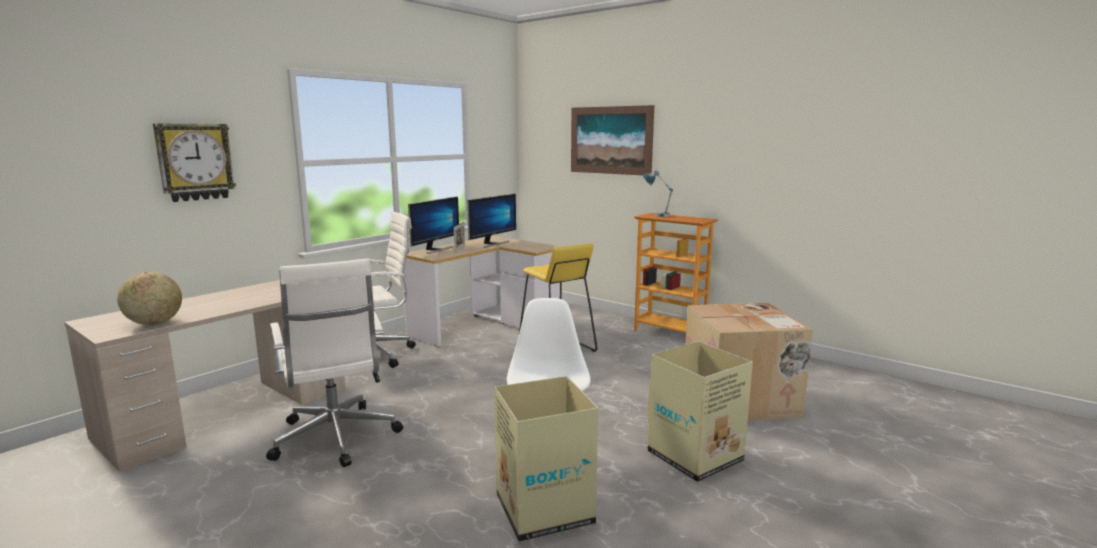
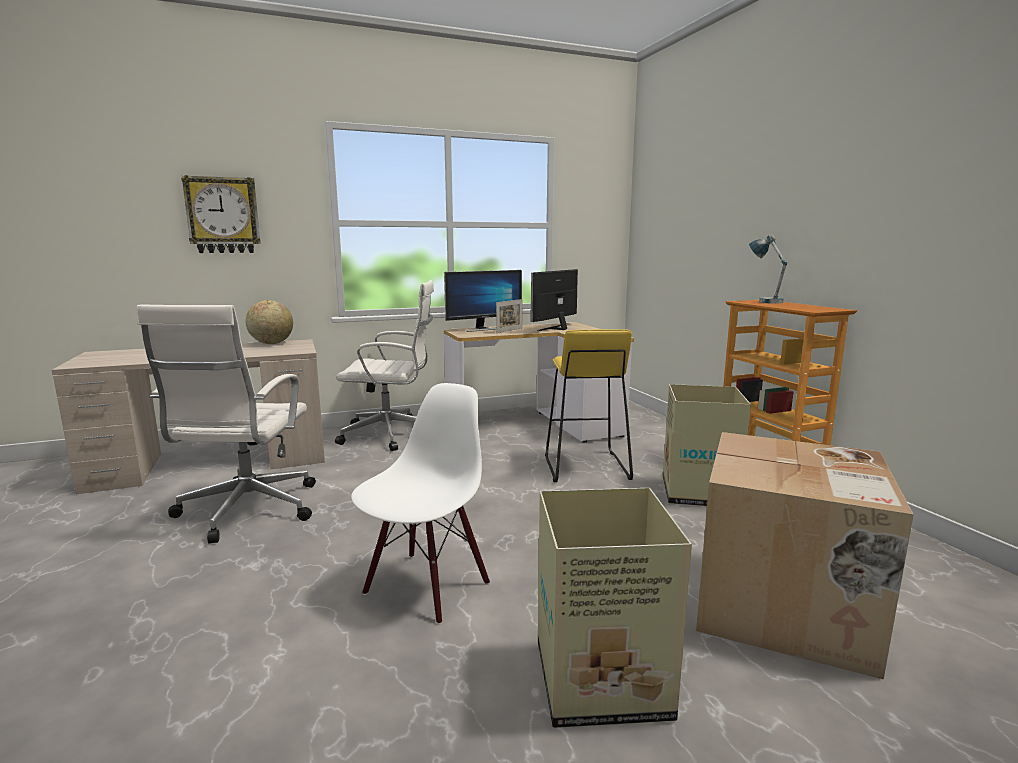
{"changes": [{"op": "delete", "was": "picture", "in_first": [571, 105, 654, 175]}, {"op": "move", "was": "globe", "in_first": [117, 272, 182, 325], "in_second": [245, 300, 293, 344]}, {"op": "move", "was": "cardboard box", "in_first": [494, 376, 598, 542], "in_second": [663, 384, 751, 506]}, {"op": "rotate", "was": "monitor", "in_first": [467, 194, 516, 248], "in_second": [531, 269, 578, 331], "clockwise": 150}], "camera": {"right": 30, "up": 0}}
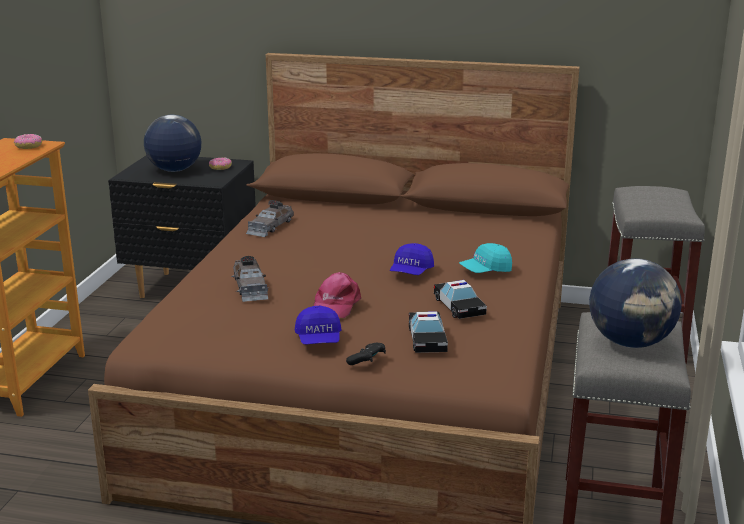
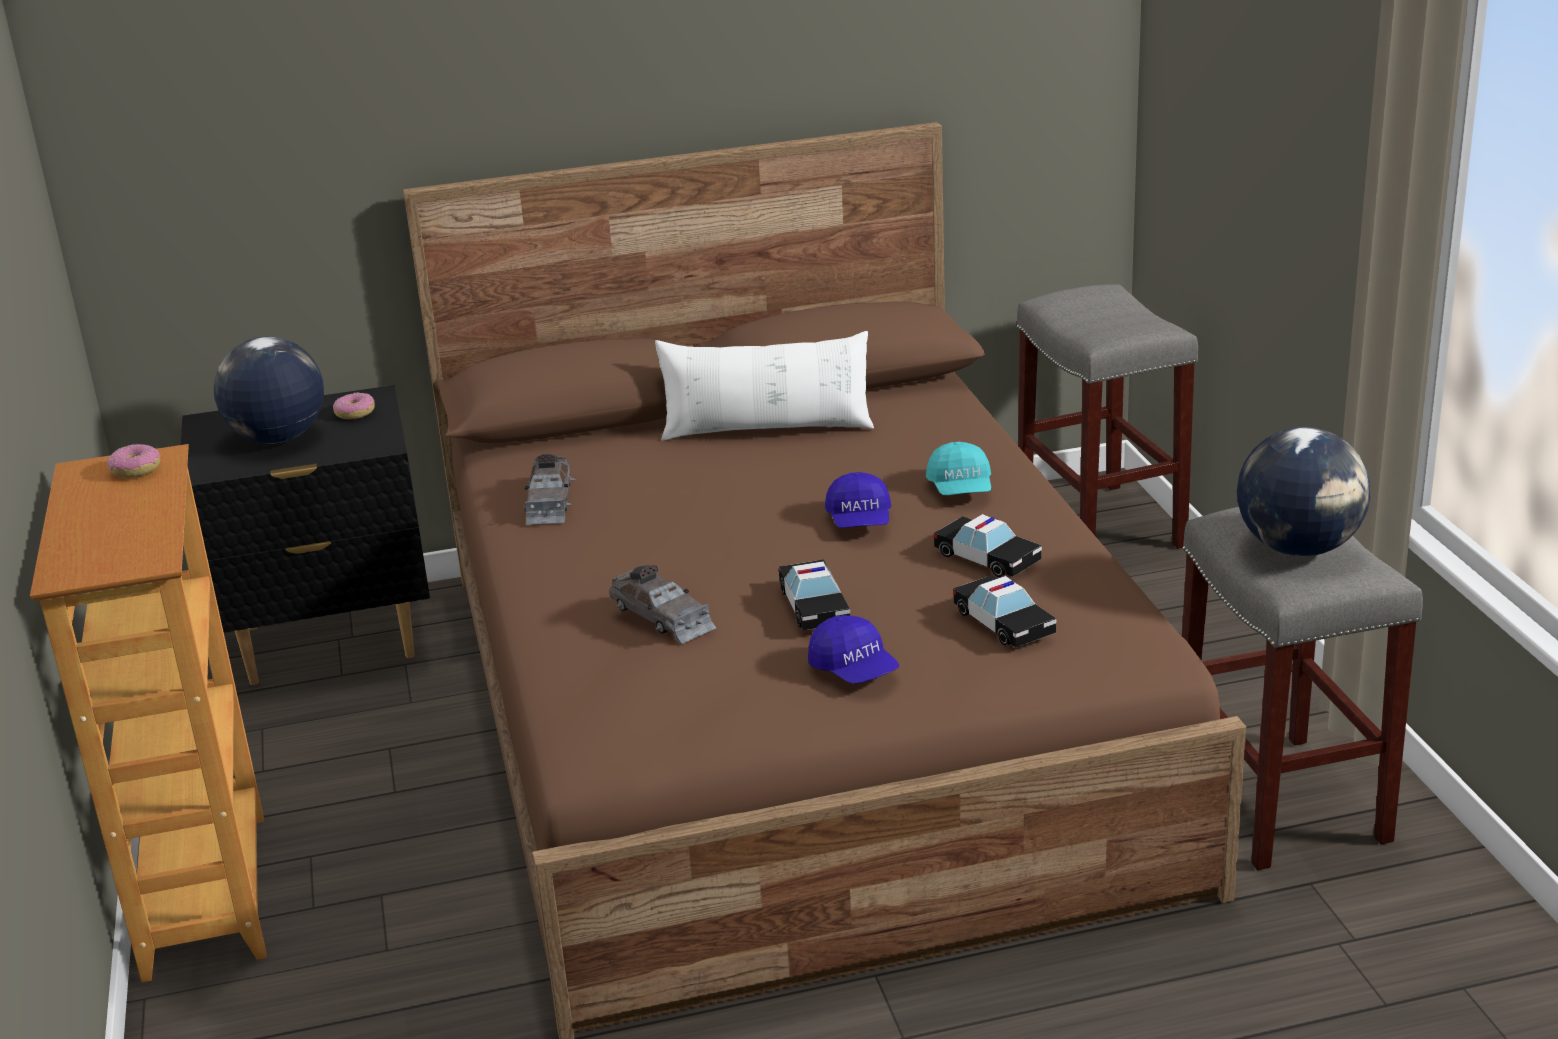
{"changes": [{"op": "delete", "was": "game controller/black", "in_first": [346, 343, 386, 365]}, {"op": "insert", "now": "pillow/white", "in_second": [655, 331, 874, 441]}, {"op": "replace", "was": "cap/pink", "now": "toy car", "in_first": [314, 272, 361, 318], "in_second": [778, 559, 850, 630]}, {"op": "rotate", "was": "cap/turquoise", "in_first": [459, 243, 512, 273], "in_second": [926, 442, 991, 495], "clockwise": -45}], "camera": {"right": -25, "up": 5}}
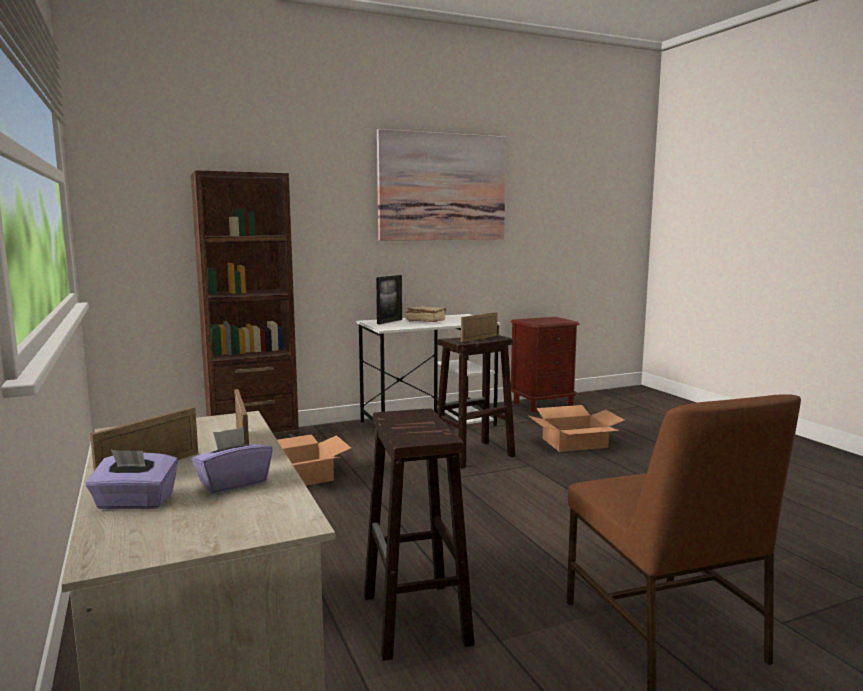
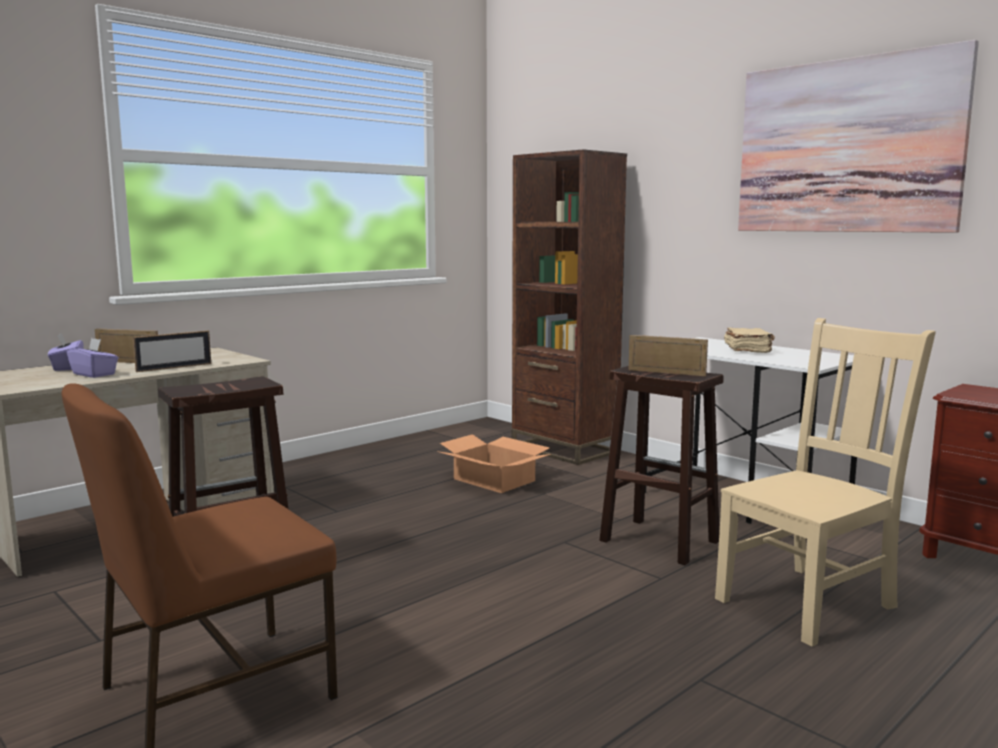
{"changes": [{"op": "delete", "was": "picture frame", "in_first": [376, 275, 402, 324]}, {"op": "replace", "was": "cardboard box", "now": "chair/beige", "in_first": [529, 405, 624, 452], "in_second": [715, 318, 936, 647]}], "camera": {"right": 70, "up": 0}}
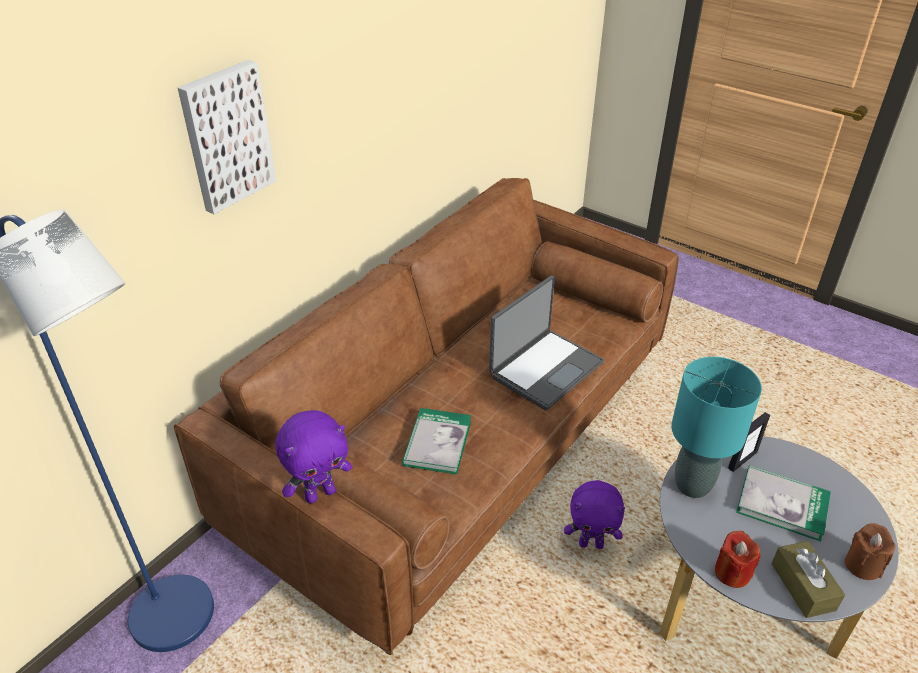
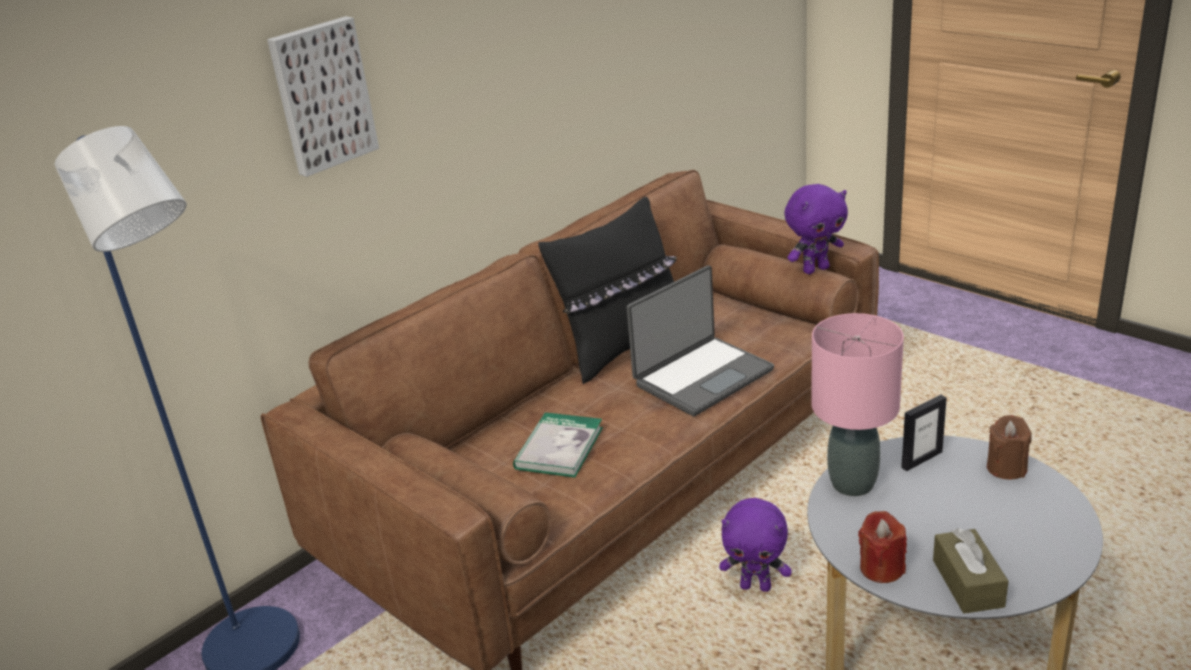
{"changes": [{"op": "delete", "was": "book", "in_first": [736, 465, 831, 541]}, {"op": "insert", "now": "pillow/black", "in_second": [539, 197, 677, 384]}, {"op": "move", "was": "plush toy/purple", "in_first": [275, 410, 352, 504], "in_second": [784, 184, 848, 274]}, {"op": "move", "was": "candle/brown", "in_first": [845, 523, 895, 580], "in_second": [987, 415, 1032, 480]}, {"op": "recolor", "was": "table lamp/turquoise", "now": "table lamp/pink", "in_first": [671, 357, 762, 498], "in_second": [811, 313, 904, 496]}], "camera": {"right": 10, "up": -10}}
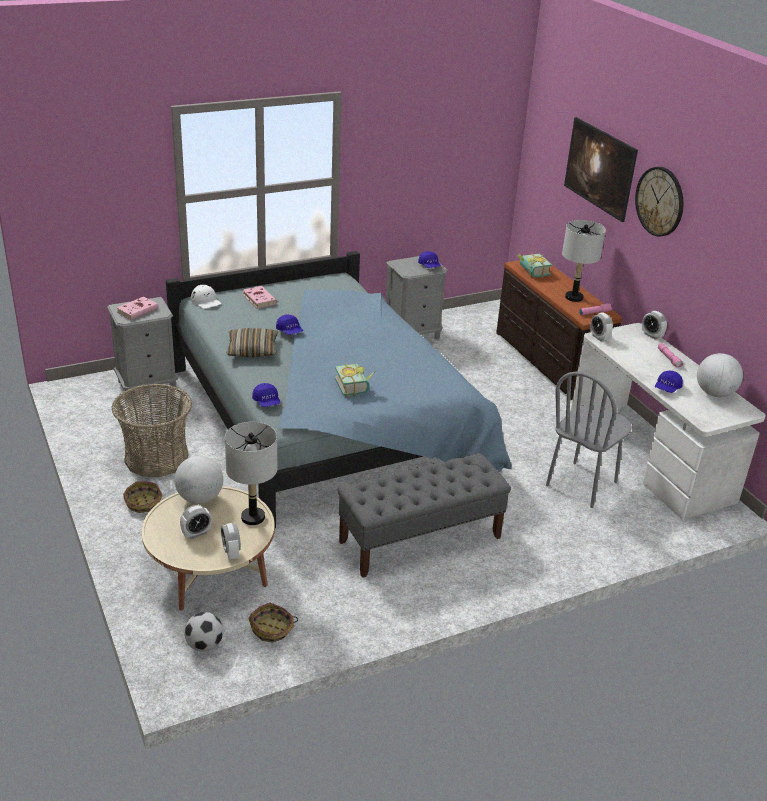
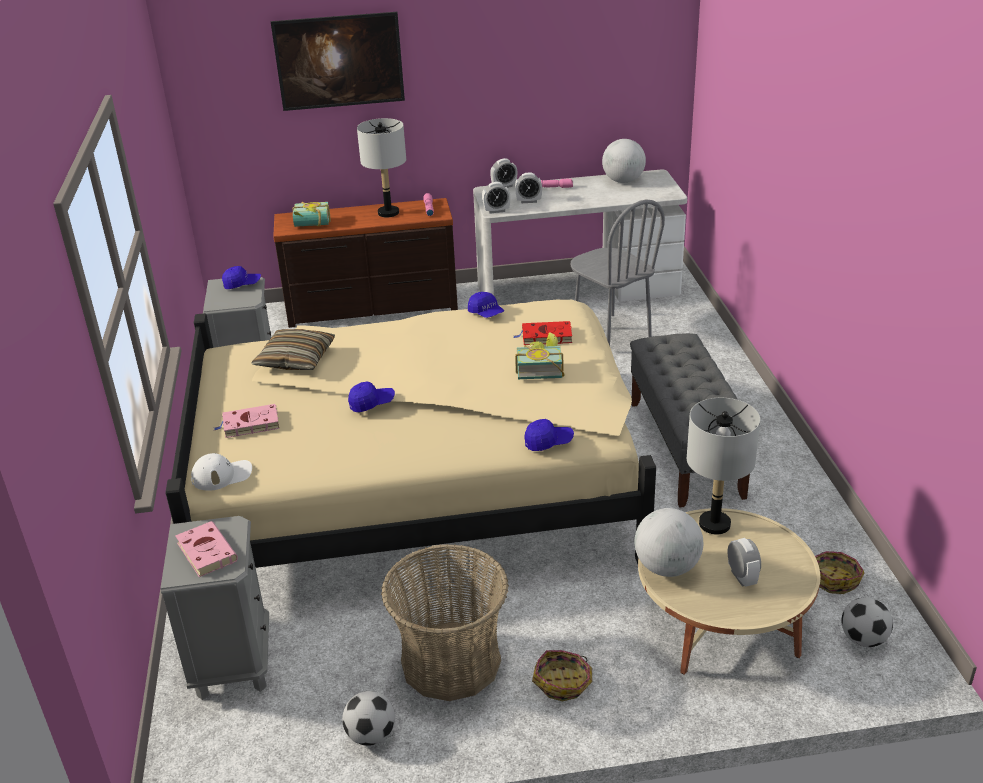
{"changes": [{"op": "delete", "was": "wall clock", "in_first": [635, 167, 684, 236]}, {"op": "insert", "now": "football", "in_second": [342, 691, 395, 746]}, {"op": "insert", "now": "book/red", "in_second": [514, 321, 572, 345]}, {"op": "move", "was": "alarm clock", "in_first": [221, 523, 241, 559], "in_second": [515, 173, 542, 203]}, {"op": "move", "was": "pillow", "in_first": [226, 328, 278, 357], "in_second": [251, 329, 335, 370]}, {"op": "move", "was": "cap/blue", "in_first": [655, 371, 683, 393], "in_second": [468, 292, 504, 318]}, {"op": "recolor", "was": "bed/blue", "now": "bed/beige", "in_first": [166, 251, 512, 528], "in_second": [165, 300, 656, 568]}], "camera": {"right": -70, "up": 0}}
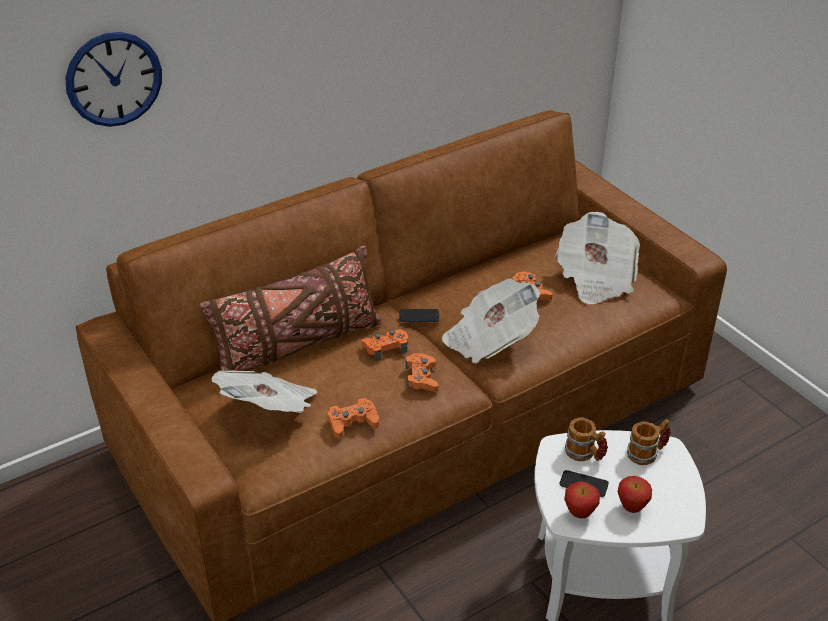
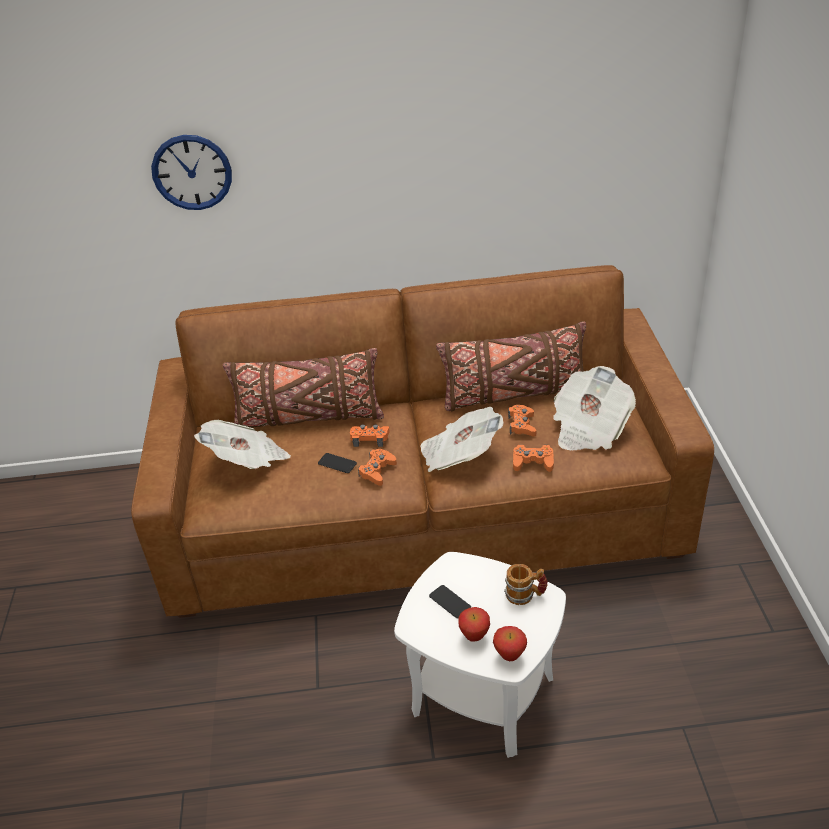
{"changes": [{"op": "delete", "was": "mug", "in_first": [565, 418, 608, 461]}, {"op": "insert", "now": "pillow/brown", "in_second": [436, 321, 586, 411]}, {"op": "move", "was": "game controller/orange", "in_first": [328, 398, 379, 439], "in_second": [513, 444, 554, 472]}, {"op": "move", "was": "phone", "in_first": [400, 309, 439, 322], "in_second": [318, 453, 357, 473]}, {"op": "move", "was": "apple", "in_first": [564, 481, 600, 519], "in_second": [493, 626, 527, 661]}], "camera": {"right": 30, "up": 0}}
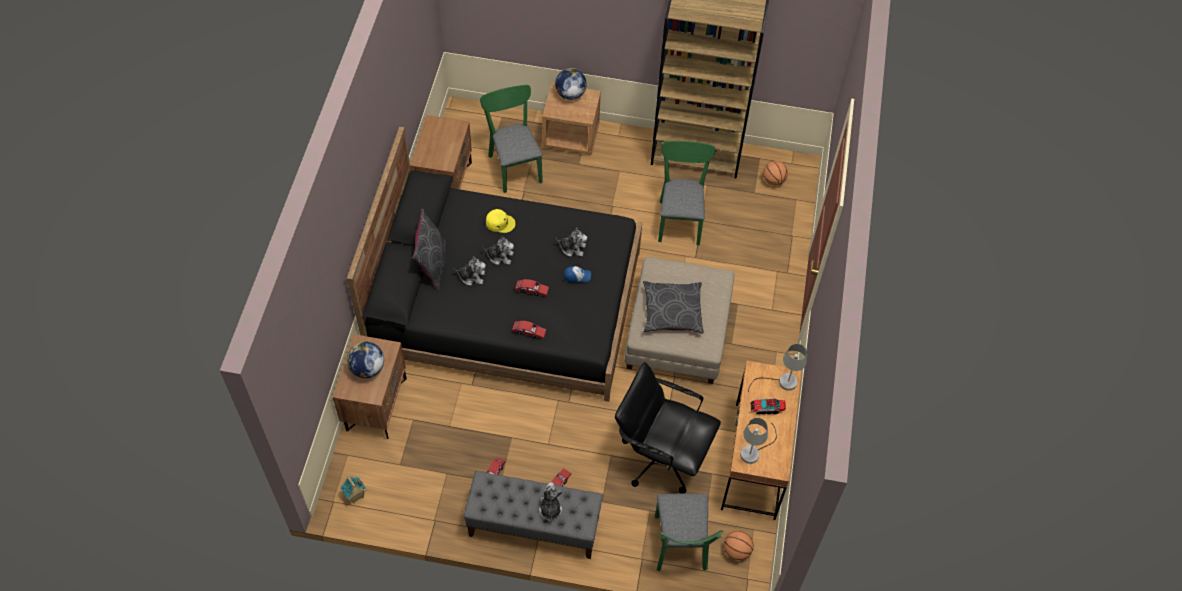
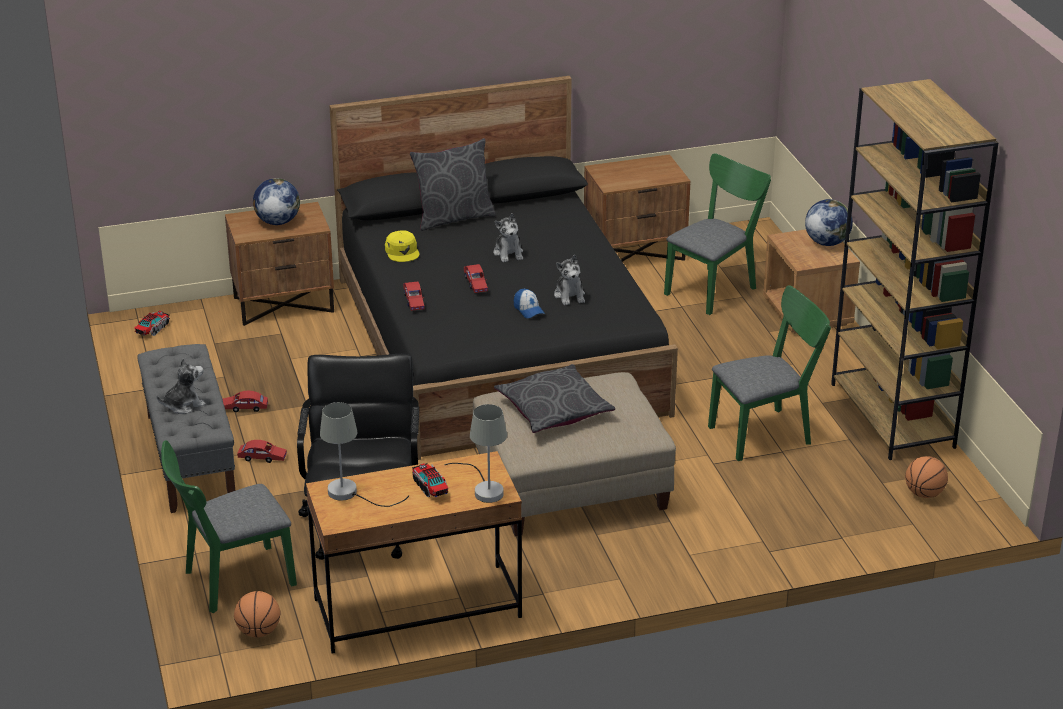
{"changes": [{"op": "delete", "was": "plush toy", "in_first": [453, 256, 486, 286]}, {"op": "move", "was": "cap/yellow", "in_first": [486, 209, 516, 233], "in_second": [385, 230, 420, 262]}, {"op": "replace", "was": "toy house", "now": "toy truck", "in_first": [340, 475, 366, 503], "in_second": [134, 311, 170, 336]}], "camera": {"right": 65, "up": -25}}
